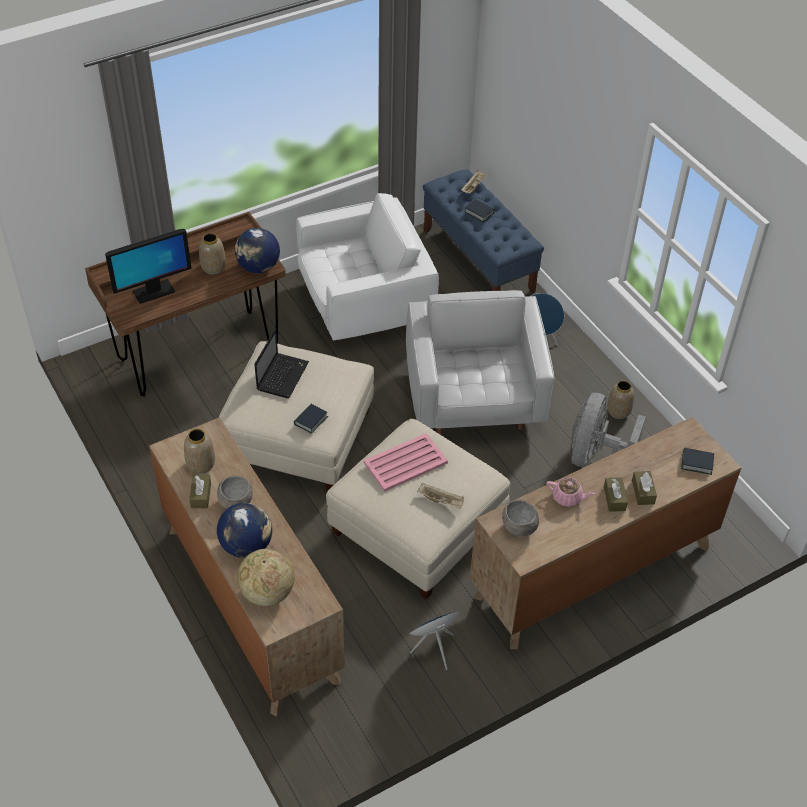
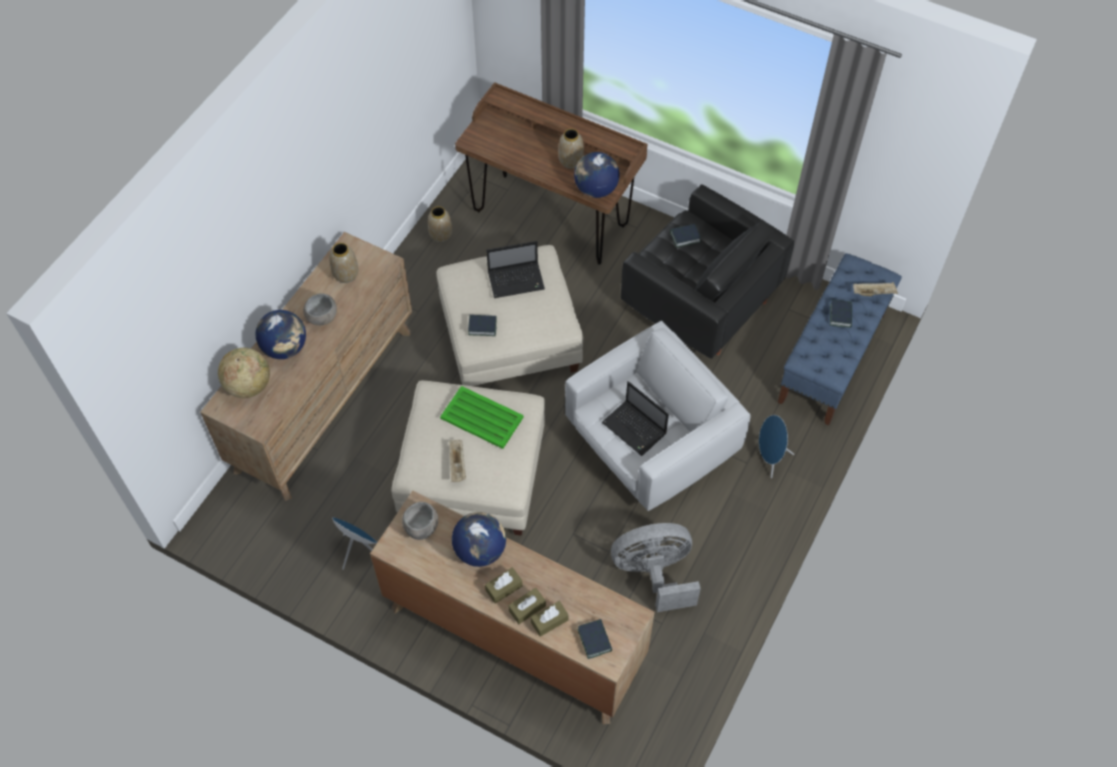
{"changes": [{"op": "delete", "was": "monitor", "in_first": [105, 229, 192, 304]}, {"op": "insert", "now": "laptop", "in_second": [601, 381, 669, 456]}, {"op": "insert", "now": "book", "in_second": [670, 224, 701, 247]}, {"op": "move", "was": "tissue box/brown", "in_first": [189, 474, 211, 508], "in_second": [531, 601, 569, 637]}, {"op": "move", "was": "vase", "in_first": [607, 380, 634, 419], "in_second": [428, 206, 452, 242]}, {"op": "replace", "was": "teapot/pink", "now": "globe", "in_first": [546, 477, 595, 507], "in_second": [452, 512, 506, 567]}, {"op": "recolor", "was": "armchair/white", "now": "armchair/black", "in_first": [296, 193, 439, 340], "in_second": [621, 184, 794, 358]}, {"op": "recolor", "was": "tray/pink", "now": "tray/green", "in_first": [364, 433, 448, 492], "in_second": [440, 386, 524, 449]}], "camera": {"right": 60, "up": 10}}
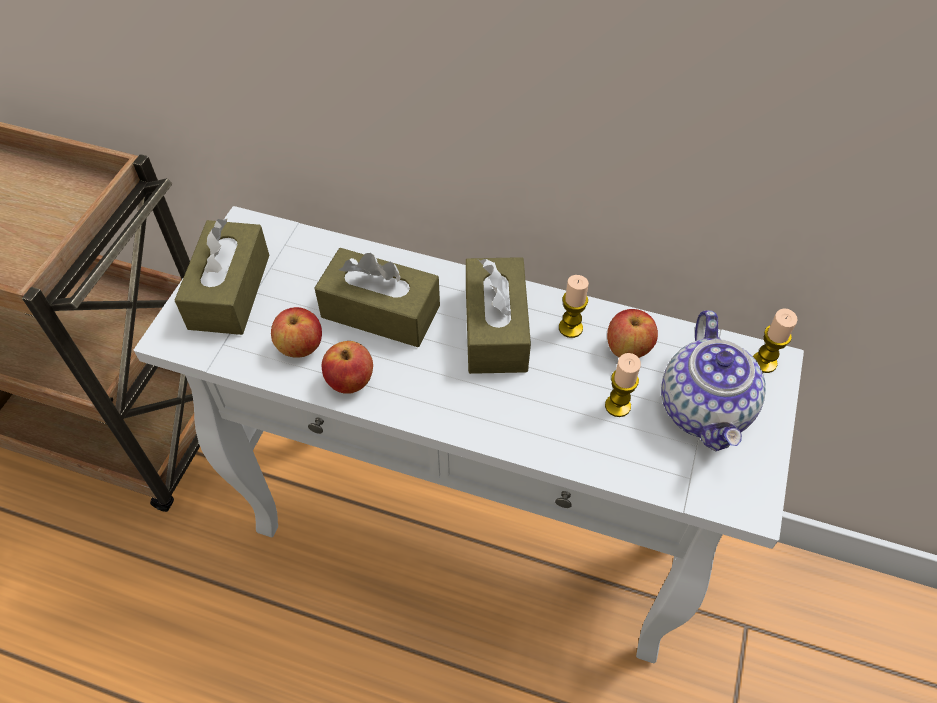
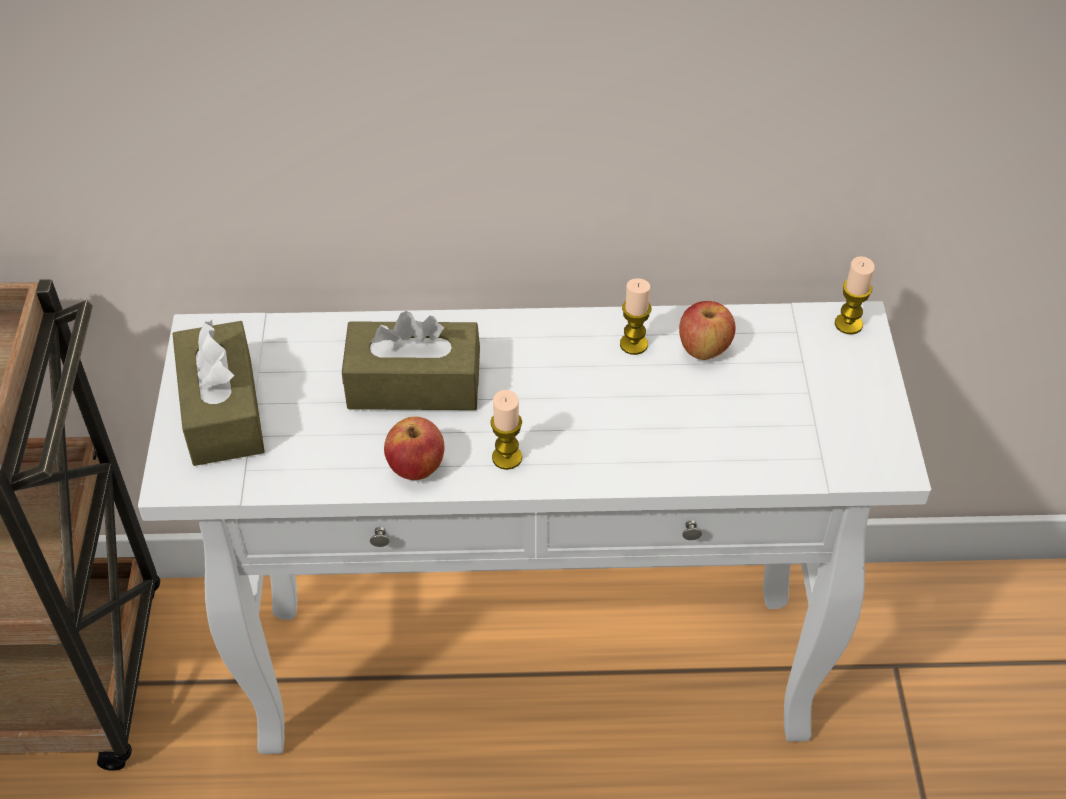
{"changes": [{"op": "delete", "was": "apple", "in_first": [271, 307, 322, 358]}, {"op": "delete", "was": "tissue box/brown", "in_first": [466, 257, 531, 374]}, {"op": "delete", "was": "teapot", "in_first": [661, 310, 766, 451]}, {"op": "move", "was": "candle", "in_first": [605, 353, 641, 417], "in_second": [490, 390, 522, 470]}], "camera": {"right": -20, "up": -5}}
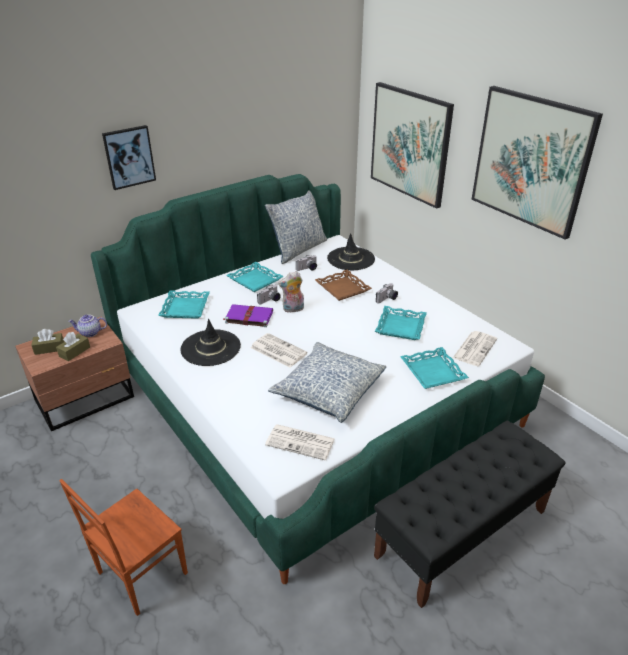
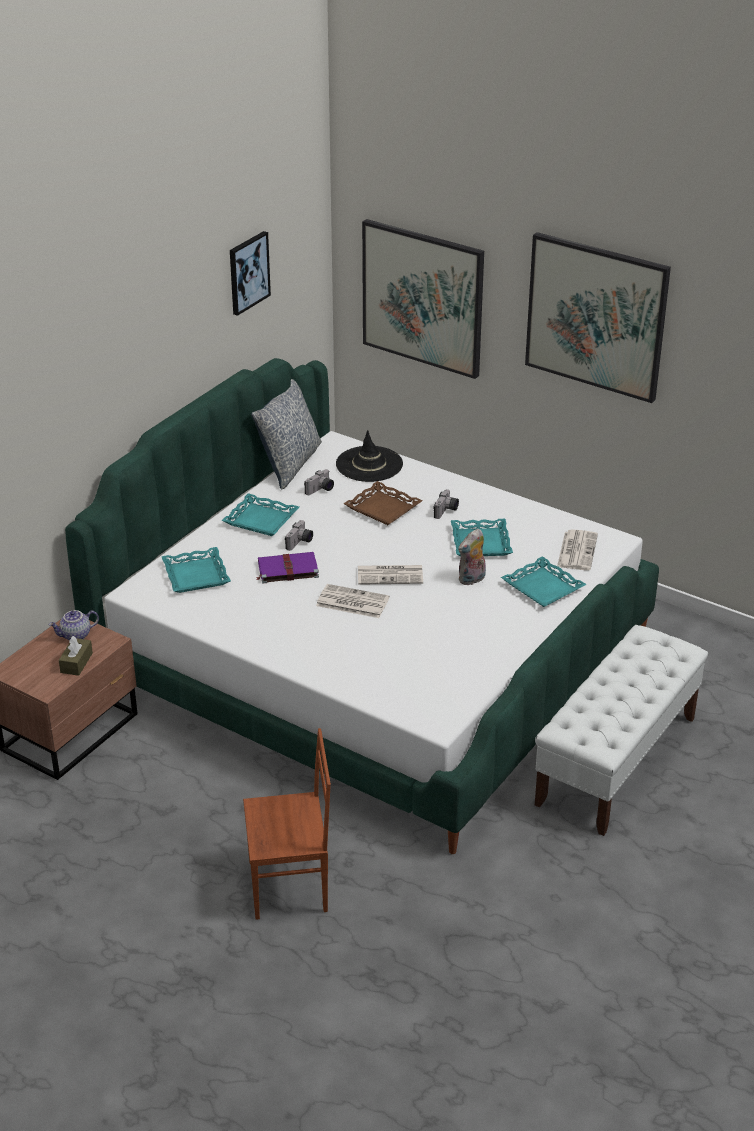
{"changes": [{"op": "delete", "was": "tissue box/brown", "in_first": [31, 329, 64, 355]}, {"op": "delete", "was": "hat/black", "in_first": [181, 319, 241, 366]}, {"op": "delete", "was": "pillow", "in_first": [268, 342, 386, 423]}, {"op": "move", "was": "picture", "in_first": [102, 125, 156, 190], "in_second": [230, 231, 271, 316]}, {"op": "move", "was": "newspaper", "in_first": [265, 424, 335, 460], "in_second": [358, 565, 423, 585]}, {"op": "move", "was": "plush toy", "in_first": [278, 271, 304, 313], "in_second": [458, 528, 486, 585]}, {"op": "recolor", "was": "bench/black", "now": "bench/white", "in_first": [374, 421, 565, 608], "in_second": [535, 625, 708, 836]}, {"op": "rotate", "was": "chair/brown", "in_first": [59, 479, 188, 616], "in_second": [243, 728, 331, 920], "clockwise": -120}], "camera": {"right": -20, "up": 0}}
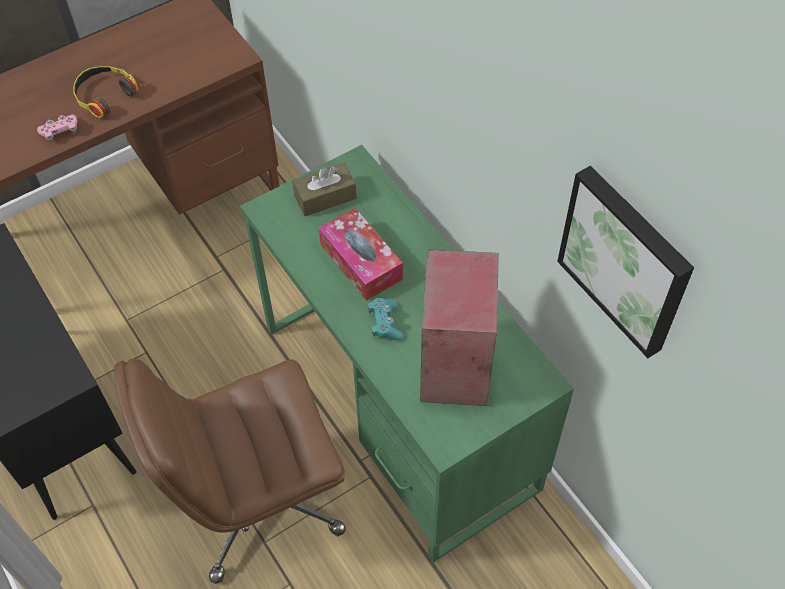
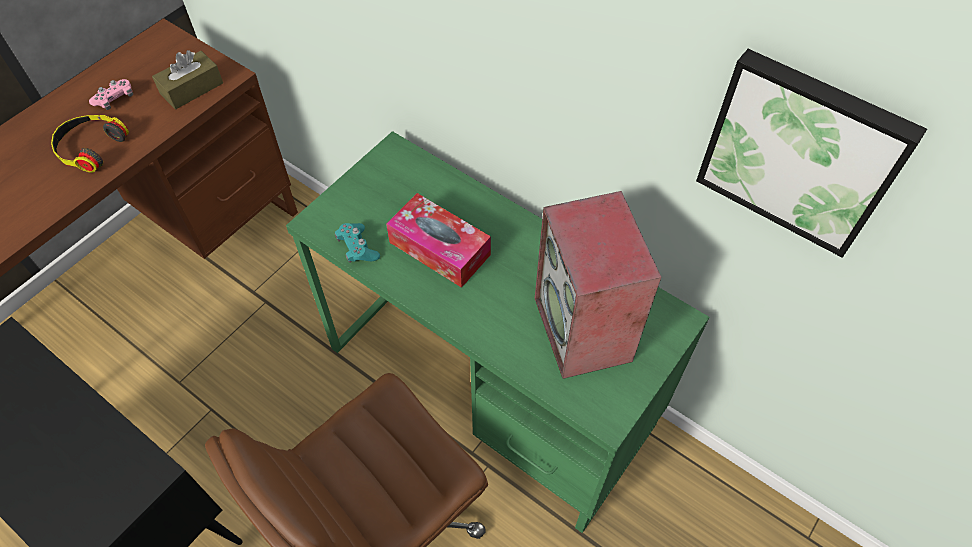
{"changes": [{"op": "move", "was": "game controller/pink", "in_first": [37, 115, 77, 142], "in_second": [89, 79, 133, 110]}, {"op": "move", "was": "tissue box/brown", "in_first": [292, 163, 357, 216], "in_second": [152, 50, 223, 109]}, {"op": "move", "was": "game controller/turquoise", "in_first": [368, 298, 403, 340], "in_second": [335, 223, 380, 263]}], "camera": {"right": -20, "up": 0}}
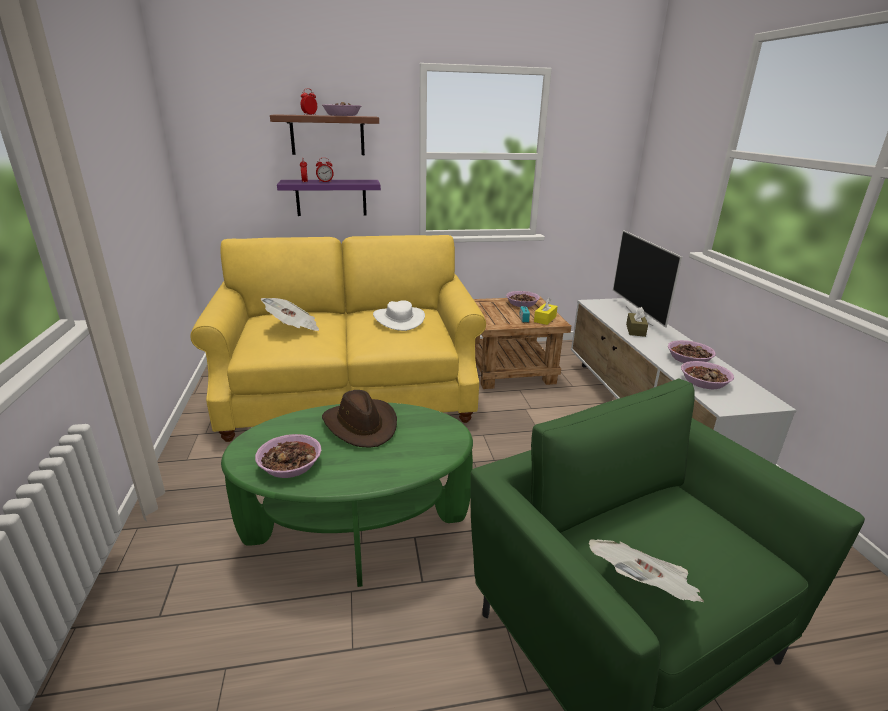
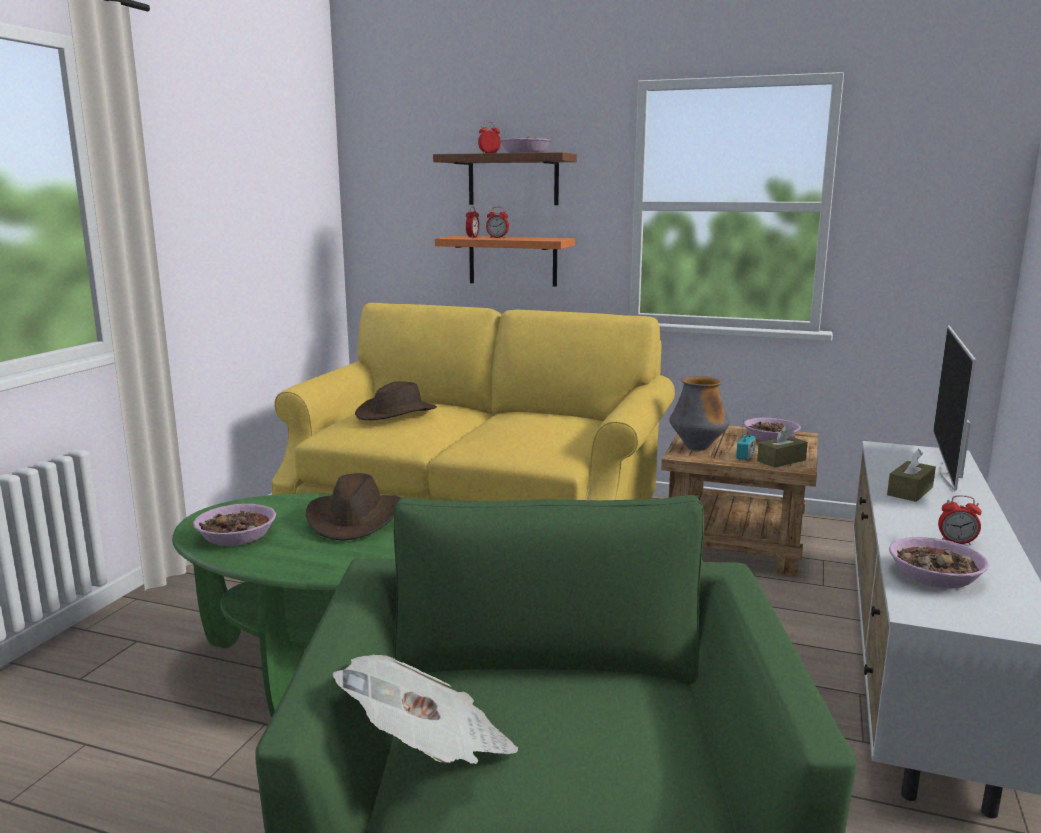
{"changes": [{"op": "delete", "was": "hat/white", "in_first": [373, 300, 425, 331]}, {"op": "insert", "now": "vase", "in_second": [670, 376, 730, 451]}, {"op": "replace", "was": "newspaper", "now": "hat/brown", "in_first": [261, 298, 320, 331], "in_second": [355, 381, 437, 420]}, {"op": "replace", "was": "bowl", "now": "alarm clock", "in_first": [668, 340, 716, 363], "in_second": [938, 495, 982, 545]}, {"op": "recolor", "was": "shelf/purple", "now": "shelf/orange", "in_first": [277, 180, 381, 216], "in_second": [435, 236, 575, 287]}, {"op": "recolor", "was": "tissue box/yellow", "now": "tissue box/brown", "in_first": [534, 298, 558, 325], "in_second": [757, 424, 808, 467]}], "camera": {"right": 30, "up": -10}}
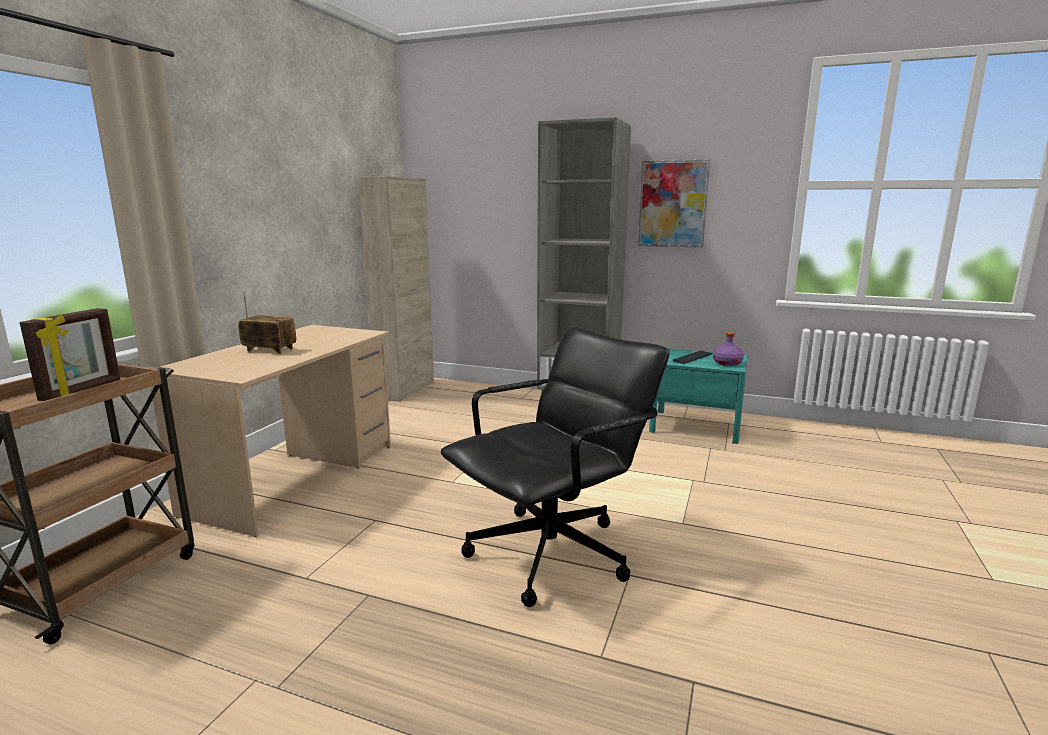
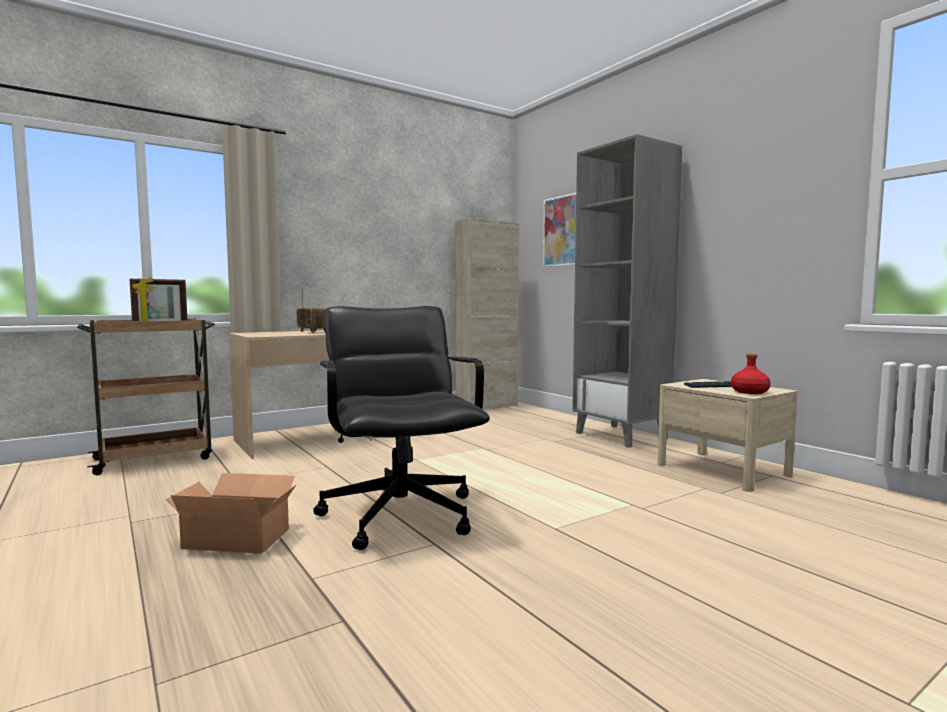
{"changes": [{"op": "insert", "now": "cardboard box", "in_second": [166, 473, 296, 554]}, {"op": "move", "was": "picture", "in_first": [638, 160, 710, 248], "in_second": [543, 193, 576, 267]}, {"op": "recolor", "was": "nightstand/turquoise", "now": "nightstand/beige", "in_first": [649, 348, 747, 444], "in_second": [658, 379, 798, 492]}, {"op": "recolor", "was": "bottle/purple", "now": "bottle/red", "in_first": [713, 332, 744, 366], "in_second": [731, 354, 771, 394]}, {"op": "rotate", "was": "office chair/black", "in_first": [440, 326, 670, 607], "in_second": [313, 306, 490, 550], "clockwise": -105}], "camera": {"right": 35, "up": -10}}
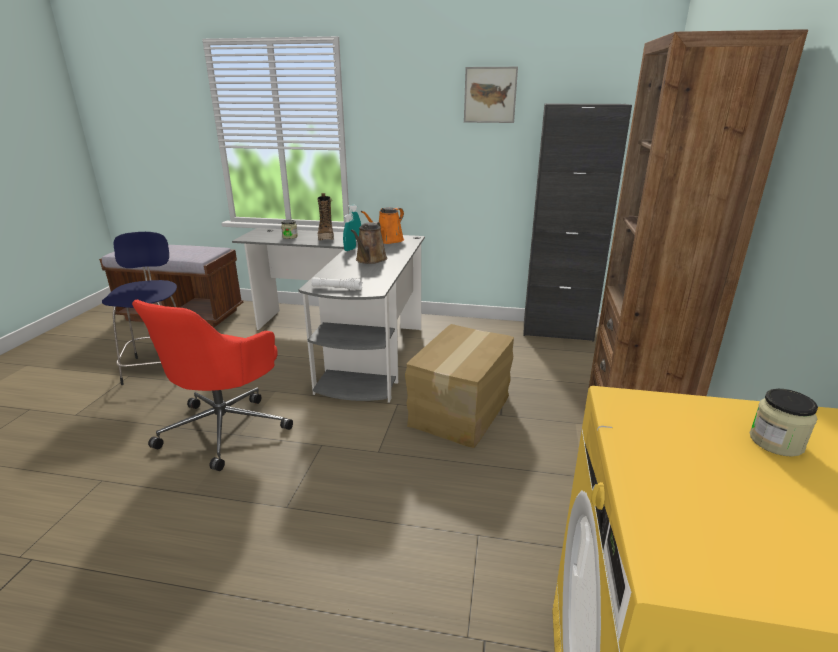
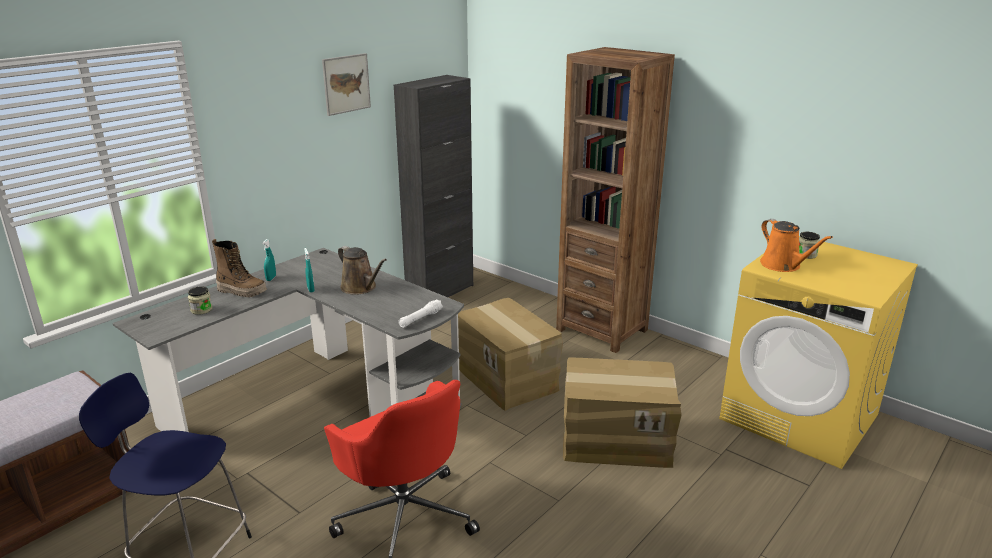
{"changes": [{"op": "insert", "now": "cardboard box", "in_second": [563, 358, 682, 468]}, {"op": "move", "was": "watering can/orange", "in_first": [361, 207, 404, 244], "in_second": [760, 219, 833, 272]}], "camera": {"right": -60, "up": 0}}
